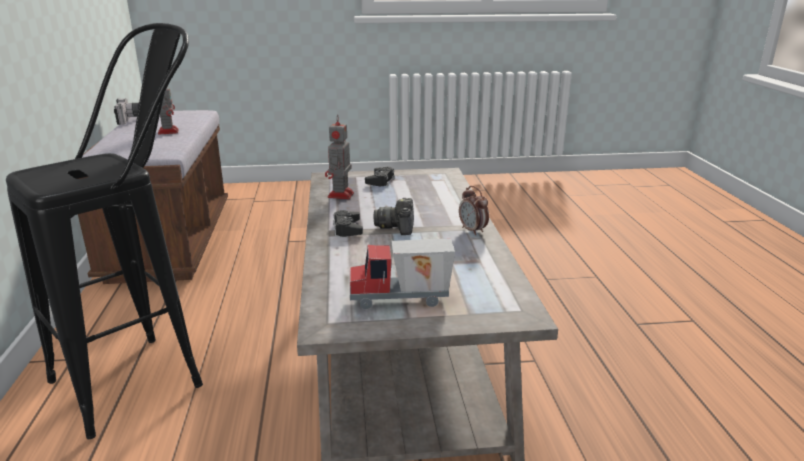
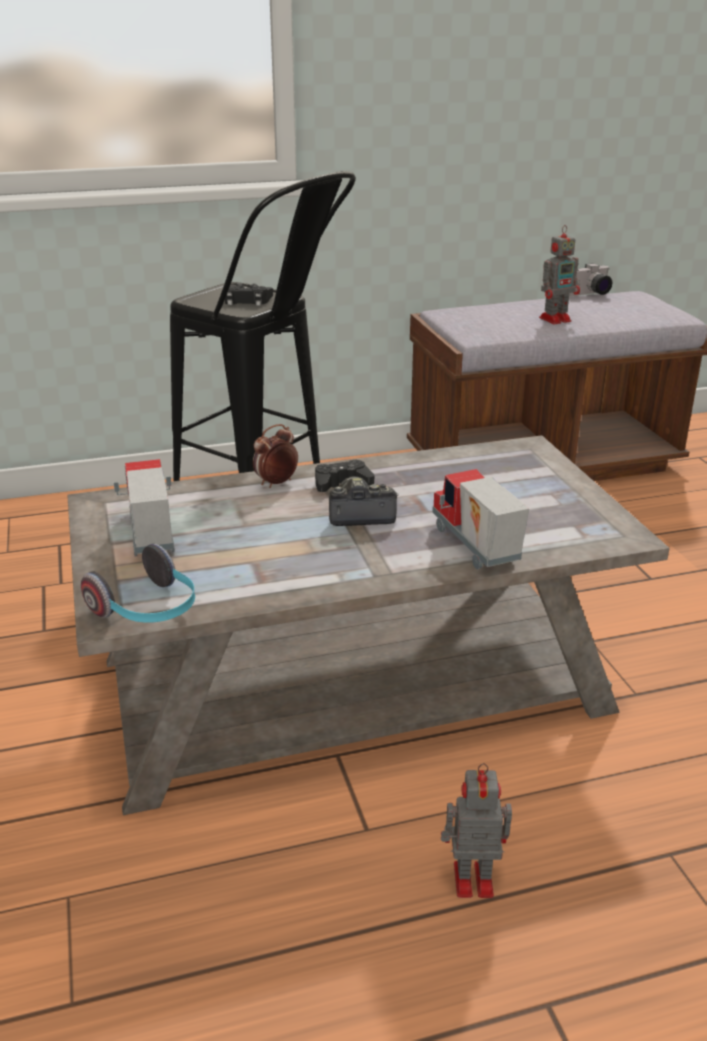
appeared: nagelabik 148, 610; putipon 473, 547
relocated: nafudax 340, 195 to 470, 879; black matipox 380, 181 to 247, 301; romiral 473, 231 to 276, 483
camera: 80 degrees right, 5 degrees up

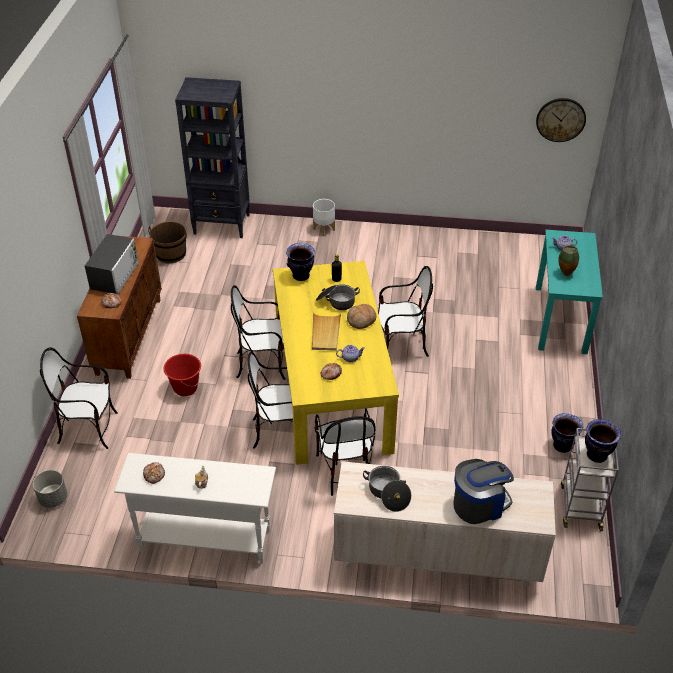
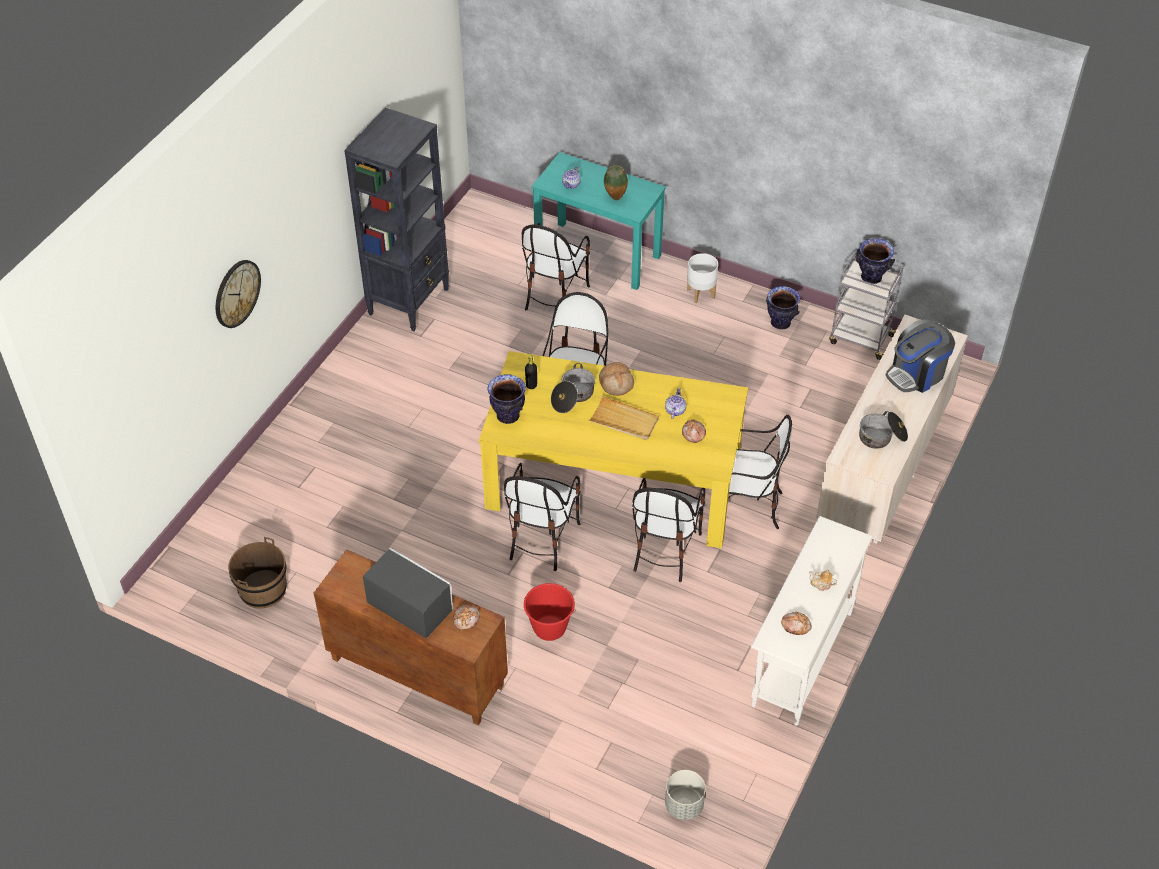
relocated: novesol 89, 429 to 555, 296; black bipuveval 222, 225 to 409, 301; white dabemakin 324, 229 to 700, 293; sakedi 560, 119 to 236, 293
spun: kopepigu 479, 504 = 916, 374 120 degrees counterclockwise
camera: 70 degrees left, 5 degrees up

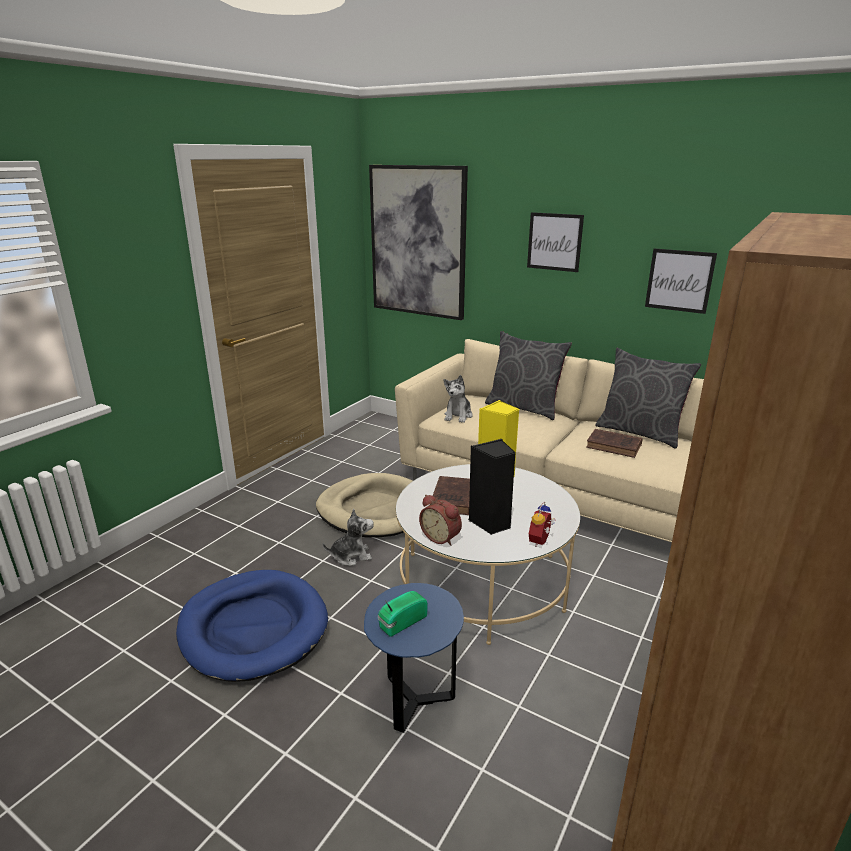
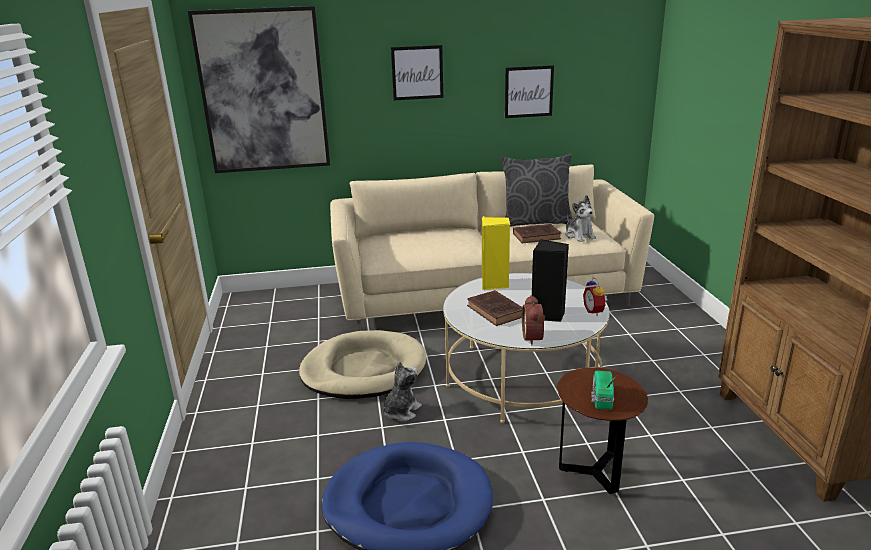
missing: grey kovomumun 524, 407
relocated: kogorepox 458, 416 to 579, 236
colour: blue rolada 414, 702 to brown rolada 594, 472
spun: romiral 441, 537 = 534, 338 90 degrees clockwise
camera: 40 degrees left, 0 degrees up

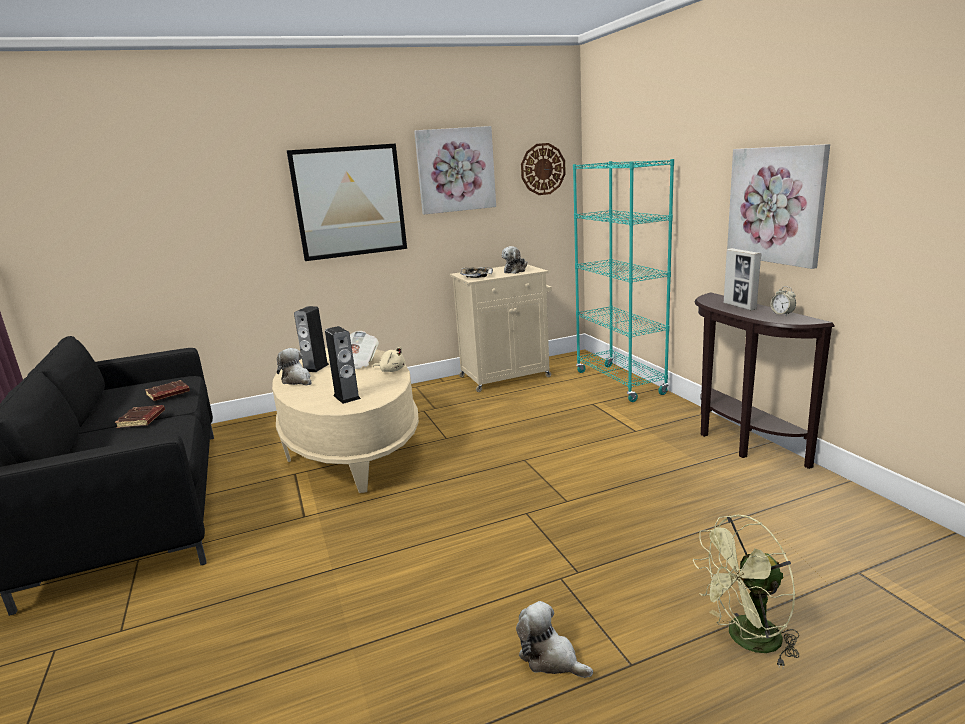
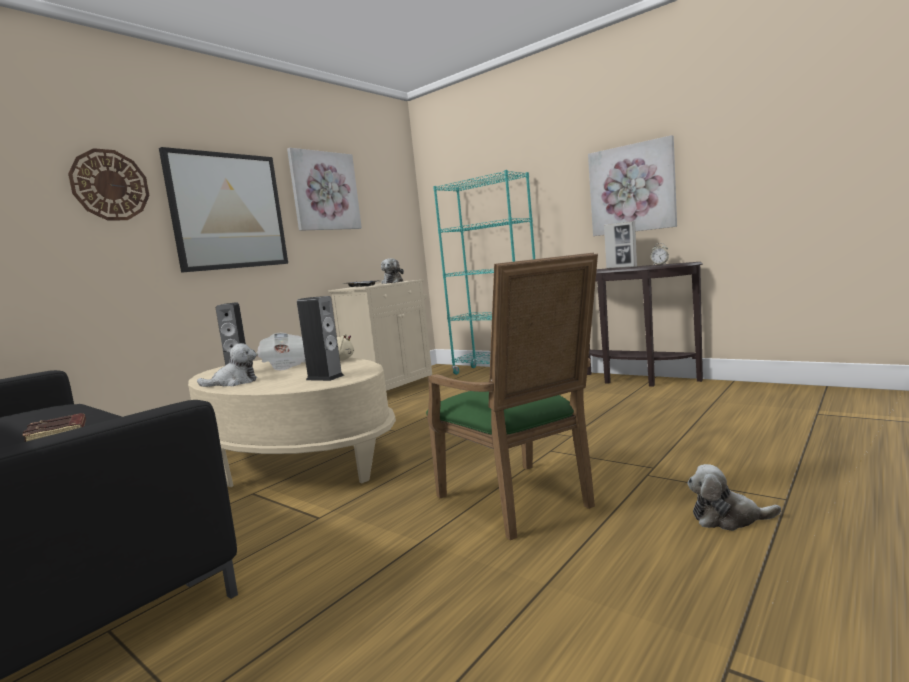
missing: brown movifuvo 168, 394; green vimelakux 746, 640
appeared: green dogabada 522, 503
relocated: sakedi 543, 169 to 110, 185
spun: kogorepox 297, 380 = 234, 383 150 degrees clockwise
camera: 30 degrees left, 10 degrees down

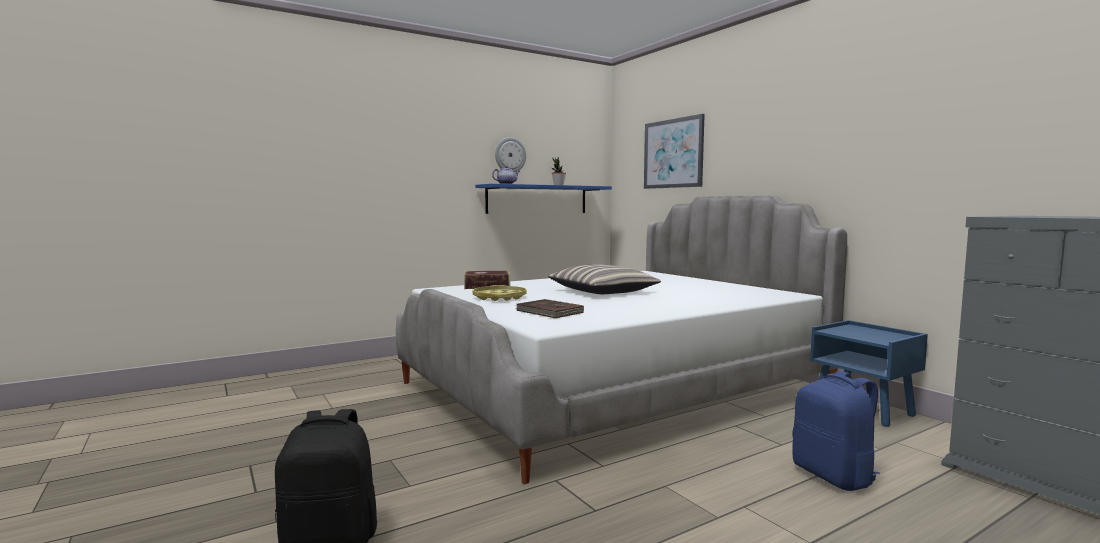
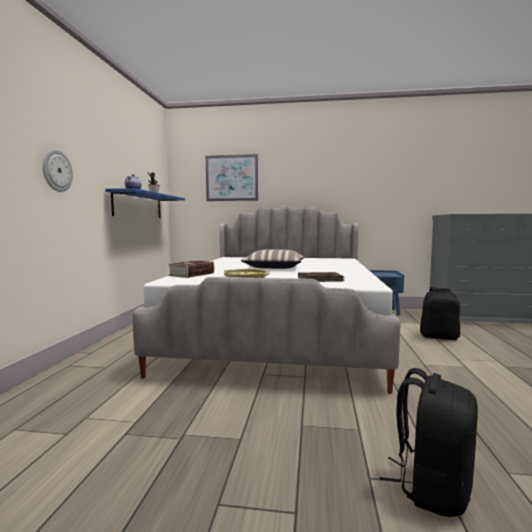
relocated: sakedi 510, 155 to 57, 171
colour: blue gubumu 834, 476 to black gubumu 439, 337
camera: 50 degrees left, 0 degrees up

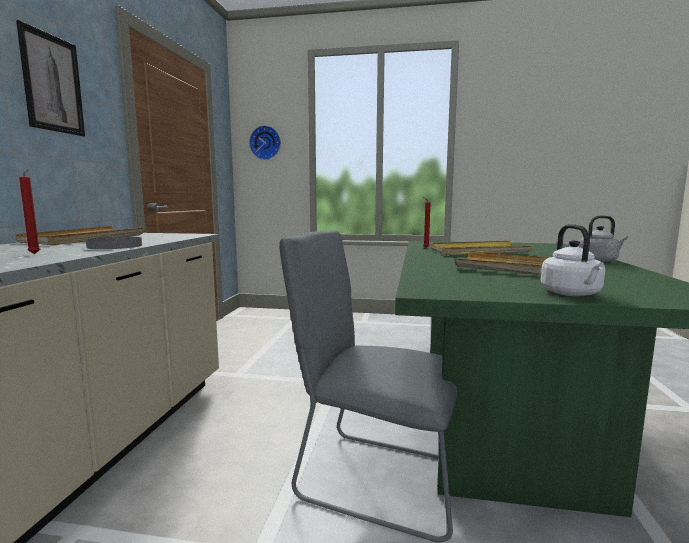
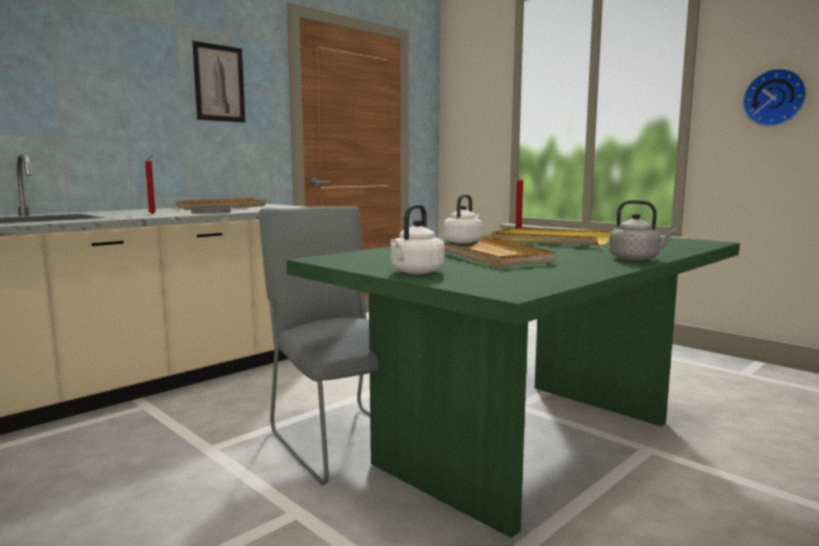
appeared: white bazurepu 463, 242
relocated: sakedi 265, 143 to 775, 98
camera: 35 degrees right, 0 degrees up

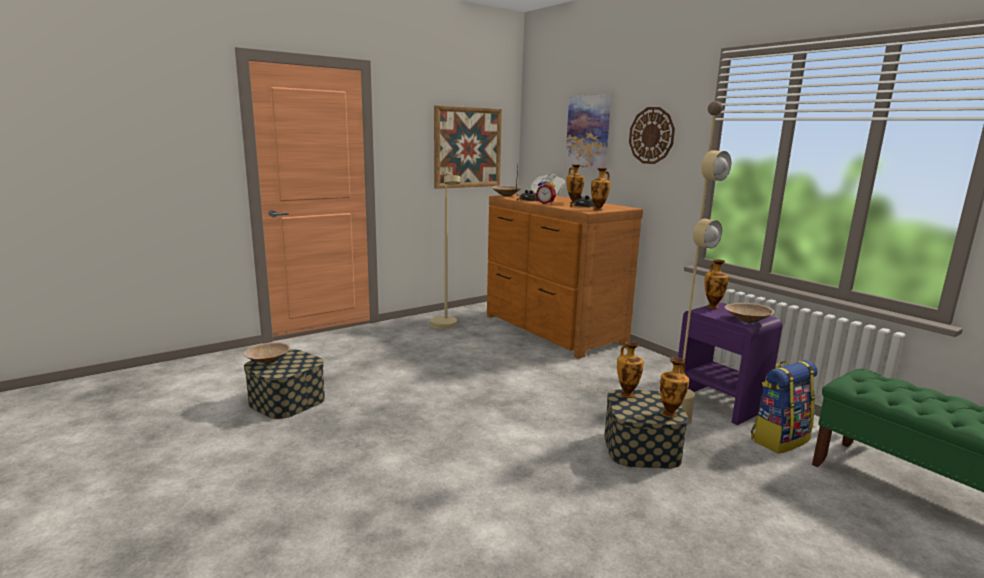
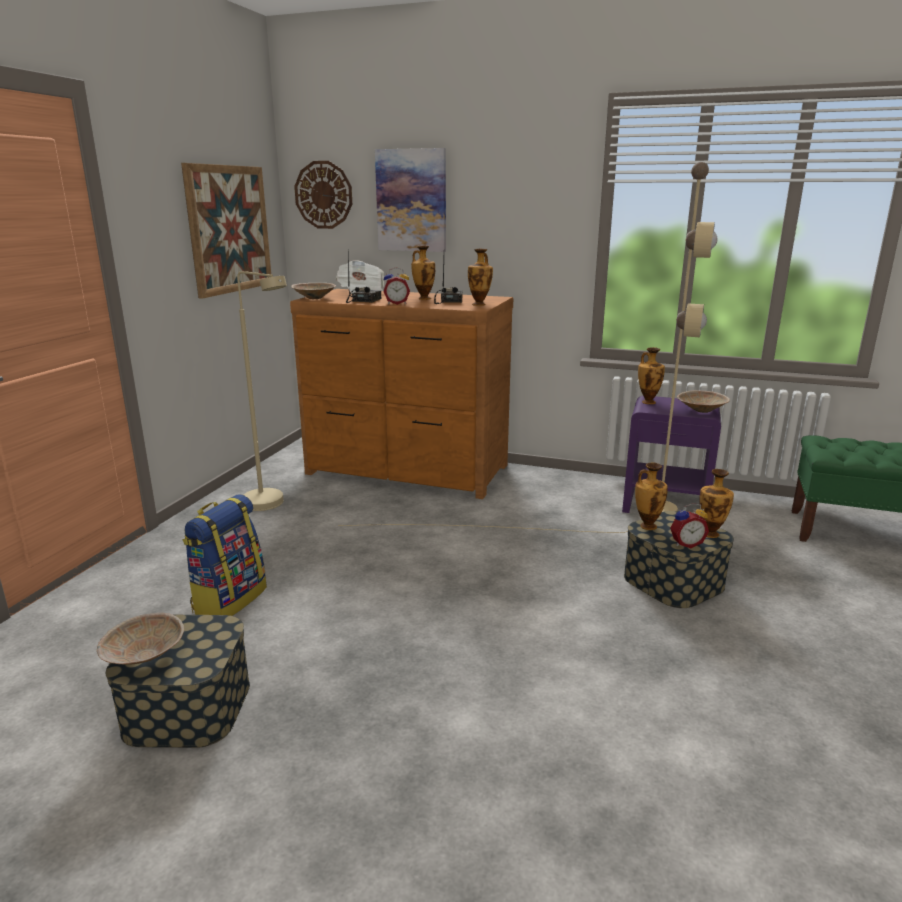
appeared: romiral 686, 543
relocated: sakedi 651, 135 to 323, 195; gubumu 779, 439 to 229, 599
camera: 35 degrees left, 5 degrees up

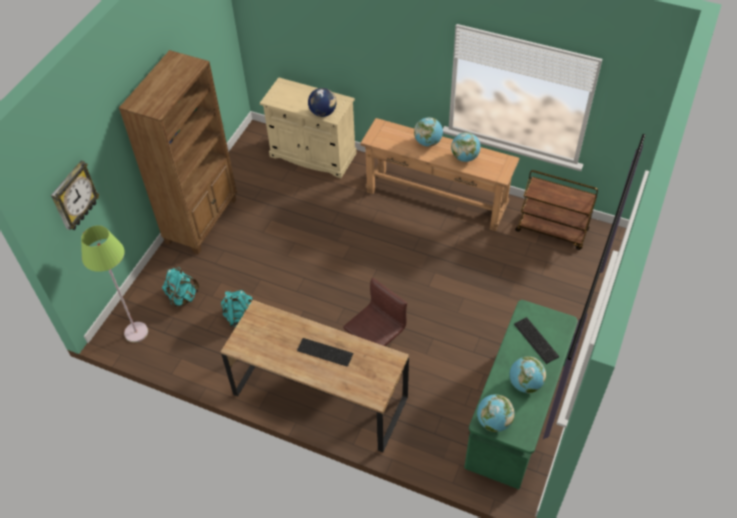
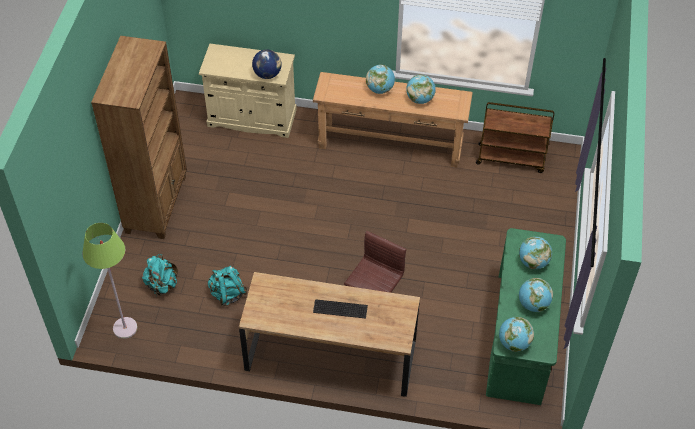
missing: sakedi 74, 197
exchanged: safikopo 536, 339 to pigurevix 533, 262
camera: 15 degrees left, 0 degrees up

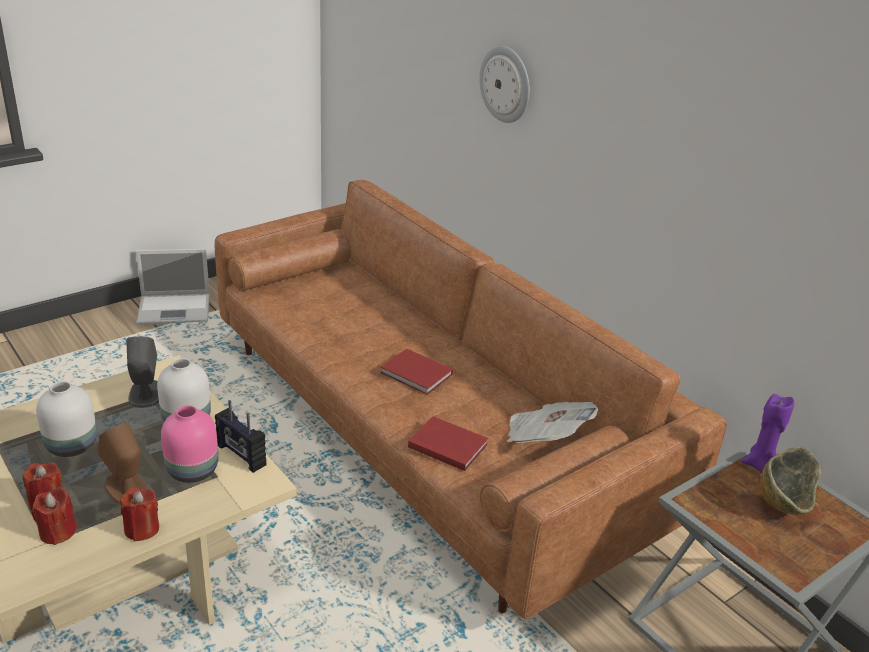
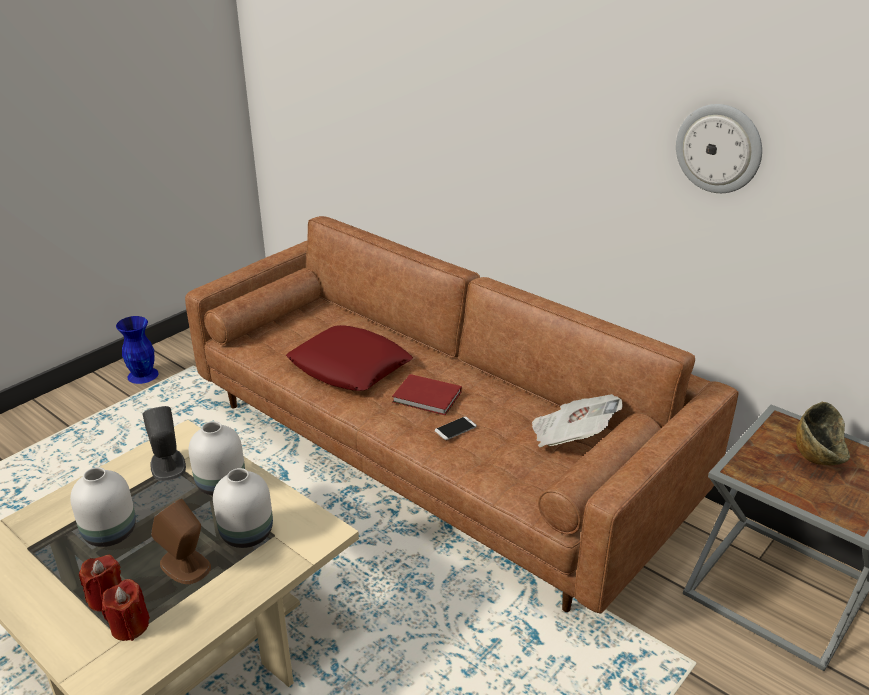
missing: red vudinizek 142, 529; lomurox 240, 455; red movifuvo 446, 444; purple vudinizek 759, 464
appeared: red kovomumun 350, 367; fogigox 455, 429
relocated: sakedi 506, 84 to 719, 148
exchanged: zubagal 176, 309 to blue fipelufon 143, 375
colour: pink fipelufon 193, 469 to white fipelufon 247, 533
camera: 10 degrees left, 0 degrees up

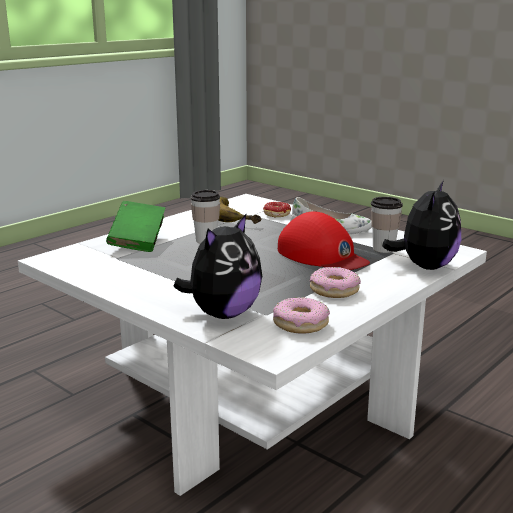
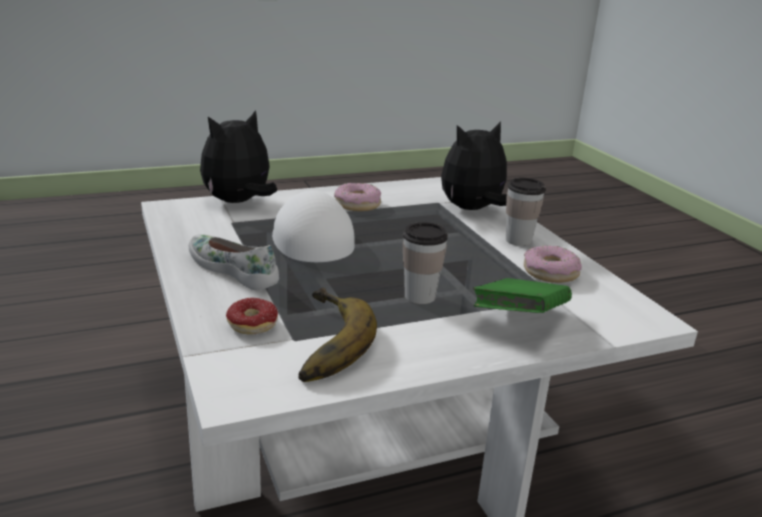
relocated: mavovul 300, 323 to 550, 272; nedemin 383, 249 to 518, 240
colour: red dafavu 322, 255 to white dafavu 311, 237
camera: 155 degrees left, 5 degrees up

